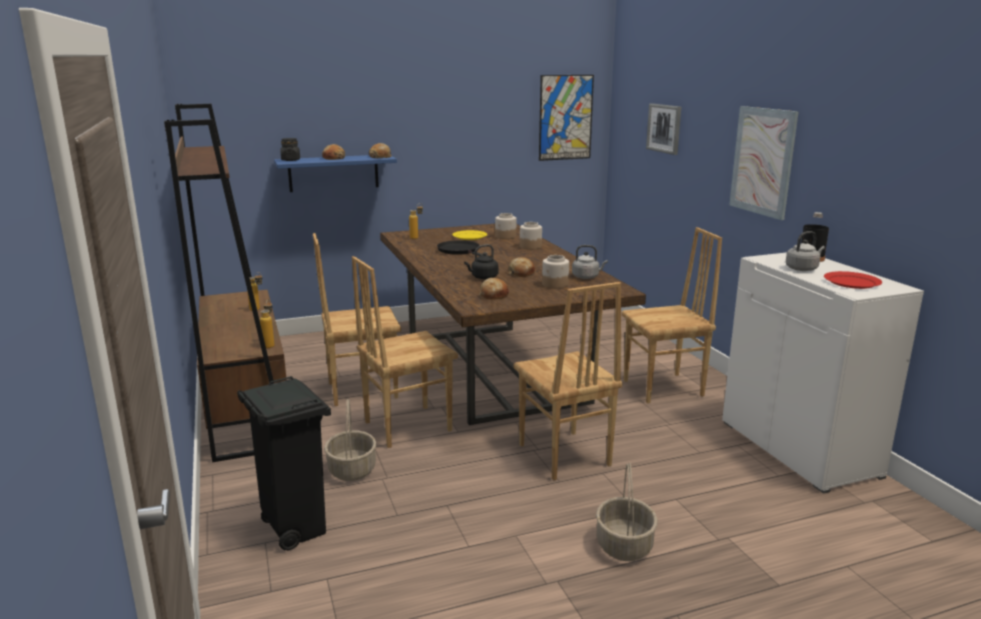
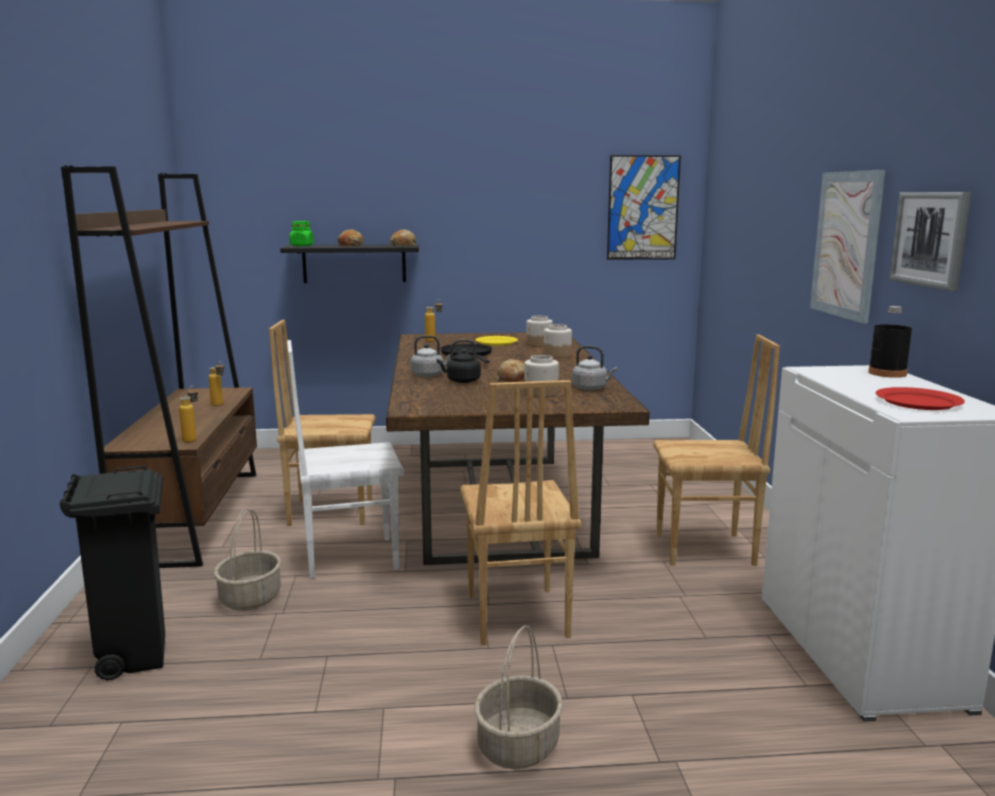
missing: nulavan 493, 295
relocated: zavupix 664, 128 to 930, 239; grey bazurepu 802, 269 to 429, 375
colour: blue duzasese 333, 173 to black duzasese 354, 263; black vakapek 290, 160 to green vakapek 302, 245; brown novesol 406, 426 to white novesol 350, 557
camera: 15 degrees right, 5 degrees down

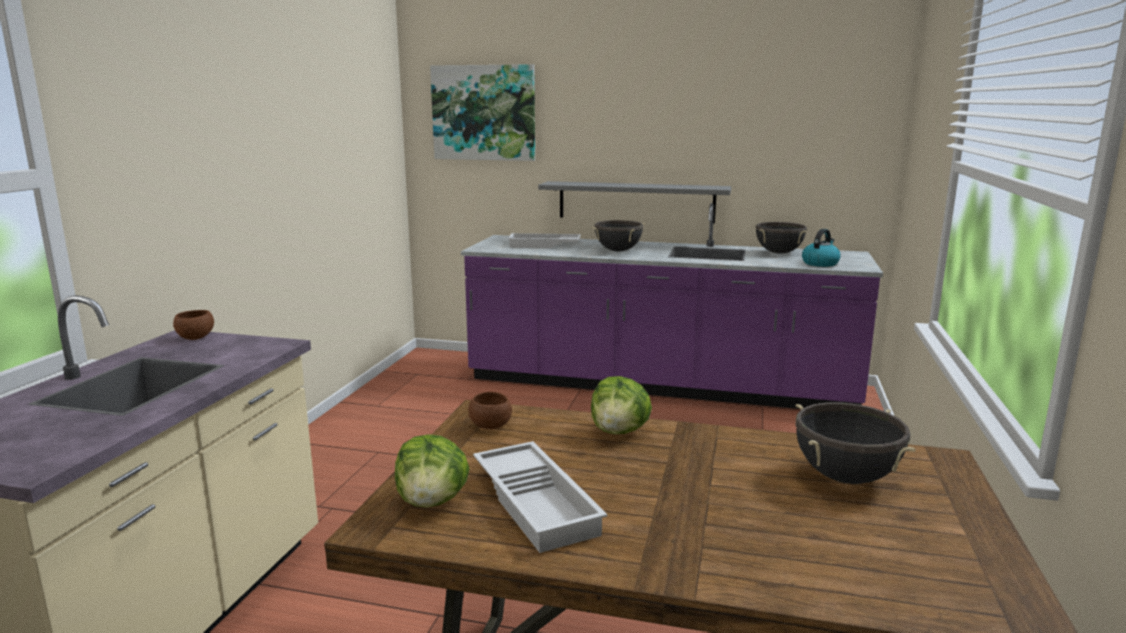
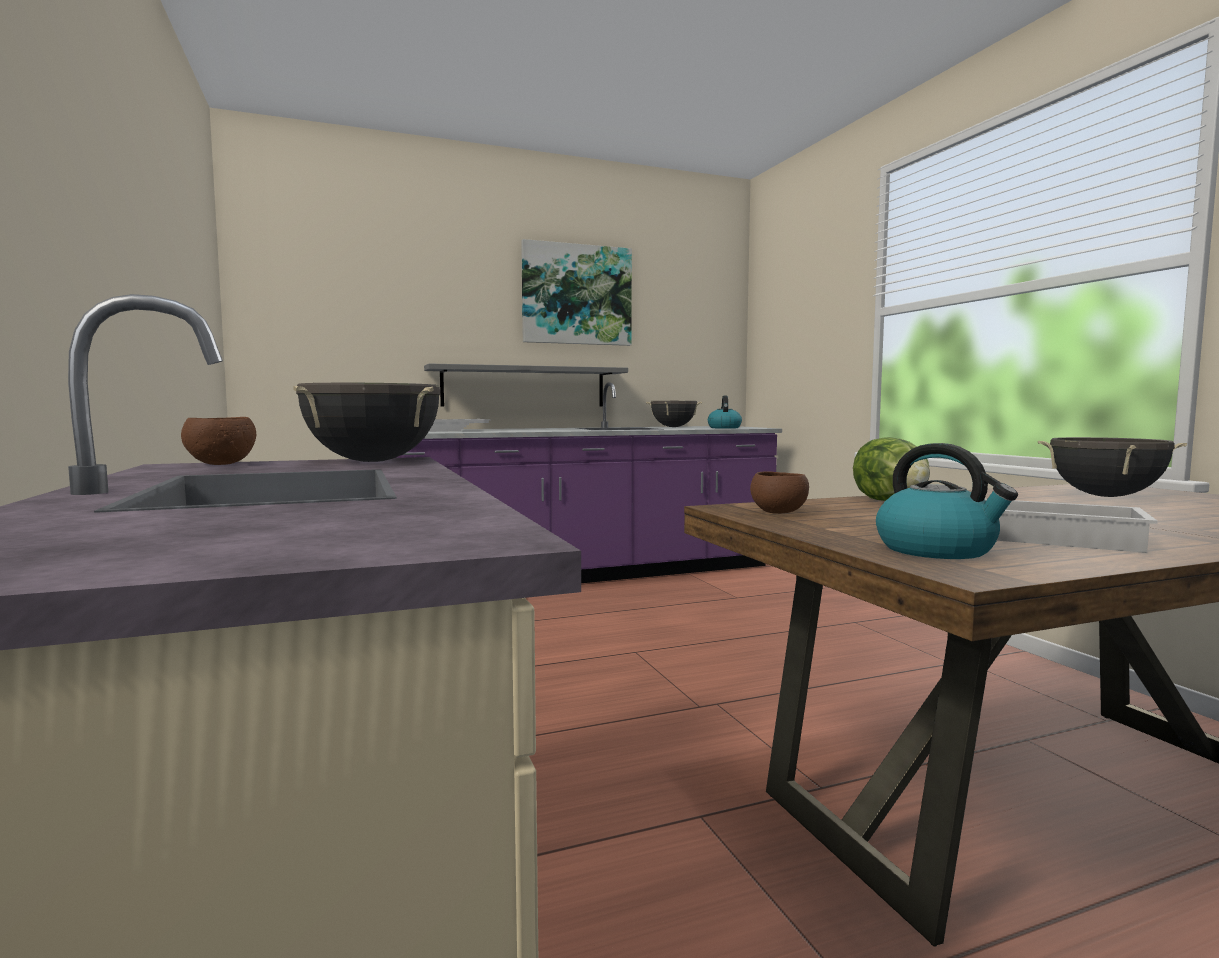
relocated: zavupix 484, 113 to 576, 295; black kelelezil 618, 251 to 373, 461
exchanged: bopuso 432, 502 to bazurepu 937, 550
camera: 35 degrees left, 10 degrees down

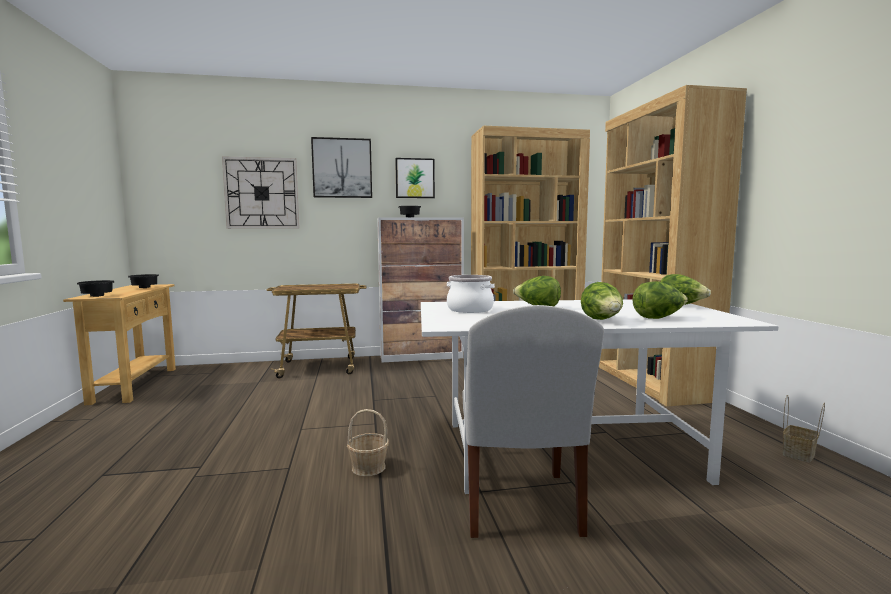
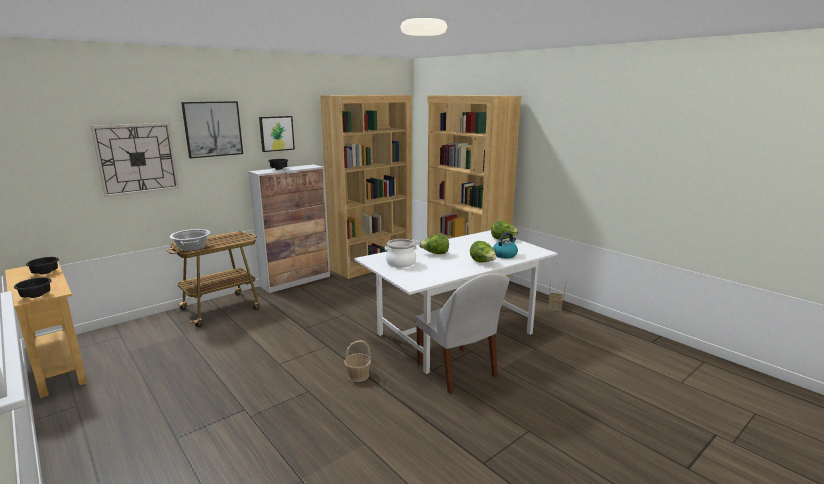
appeared: kelelezil 192, 248
exchanged: bopuso 658, 318 to bazurepu 505, 255
camera: 30 degrees left, 10 degrees up

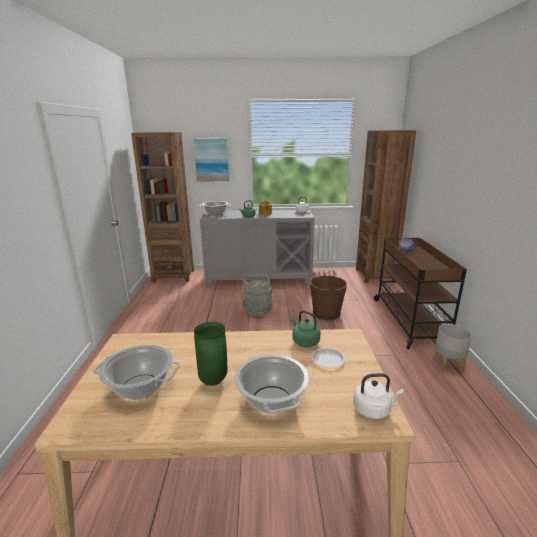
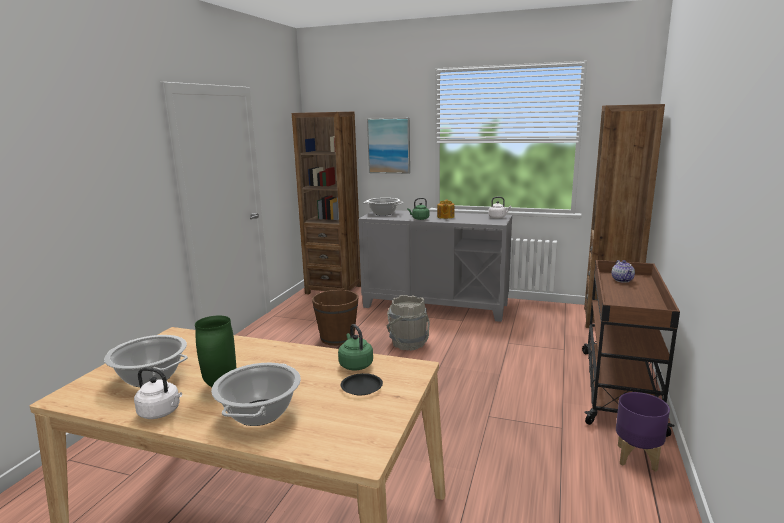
relocated: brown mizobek 326, 313 to 337, 338; white bazurepu 373, 409 to 161, 412
colour: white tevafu 327, 360 to black tevafu 361, 387; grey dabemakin 447, 365 to purple dabemakin 636, 457
camera: 20 degrees right, 5 degrees down

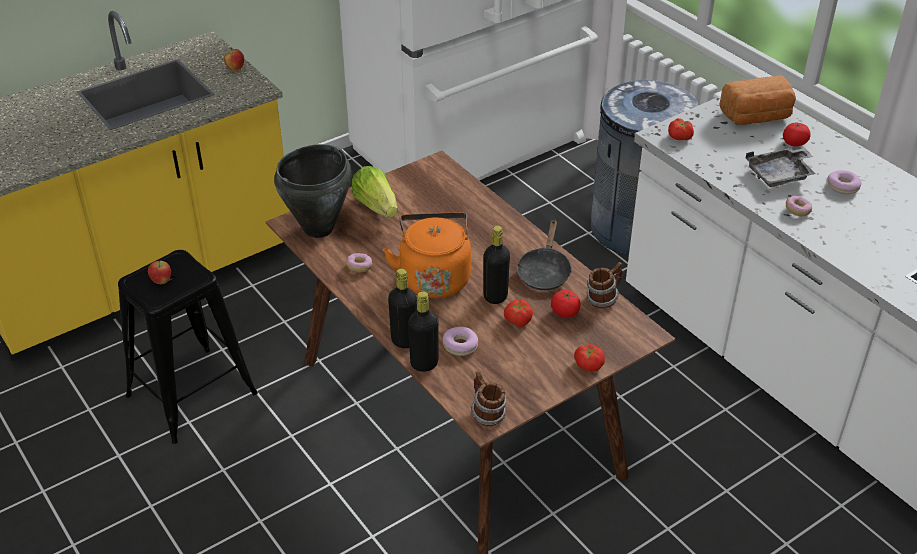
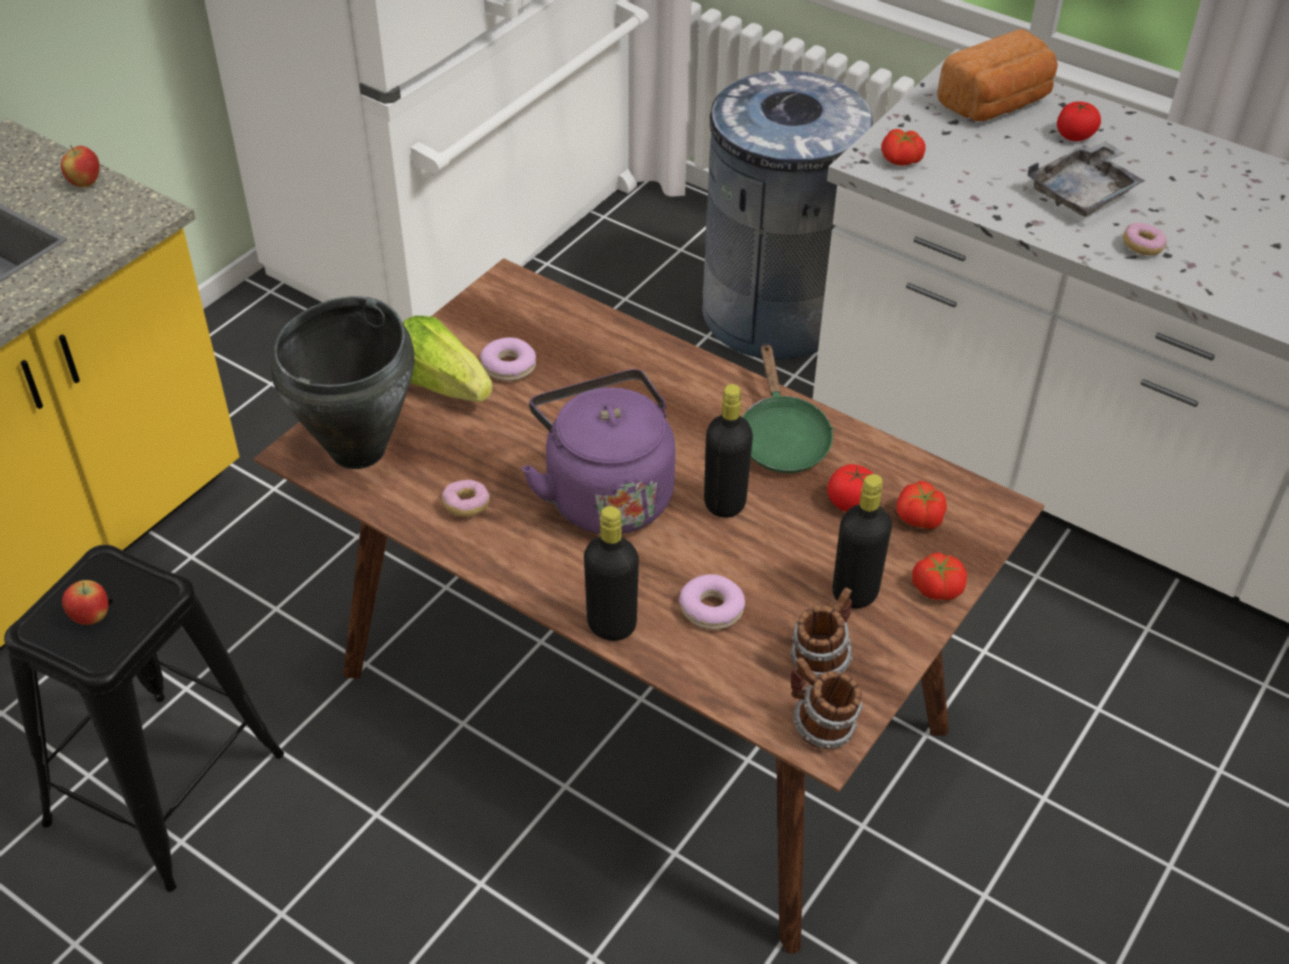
relocated: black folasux 424, 363 to 855, 593; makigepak 518, 320 to 919, 518; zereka 603, 299 to 821, 658; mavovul 843, 186 to 508, 366
colour: orange bazurepu 434, 277 to purple bazurepu 605, 493; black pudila 544, 271 to green pudila 781, 438
camera: 20 degrees left, 5 degrees up

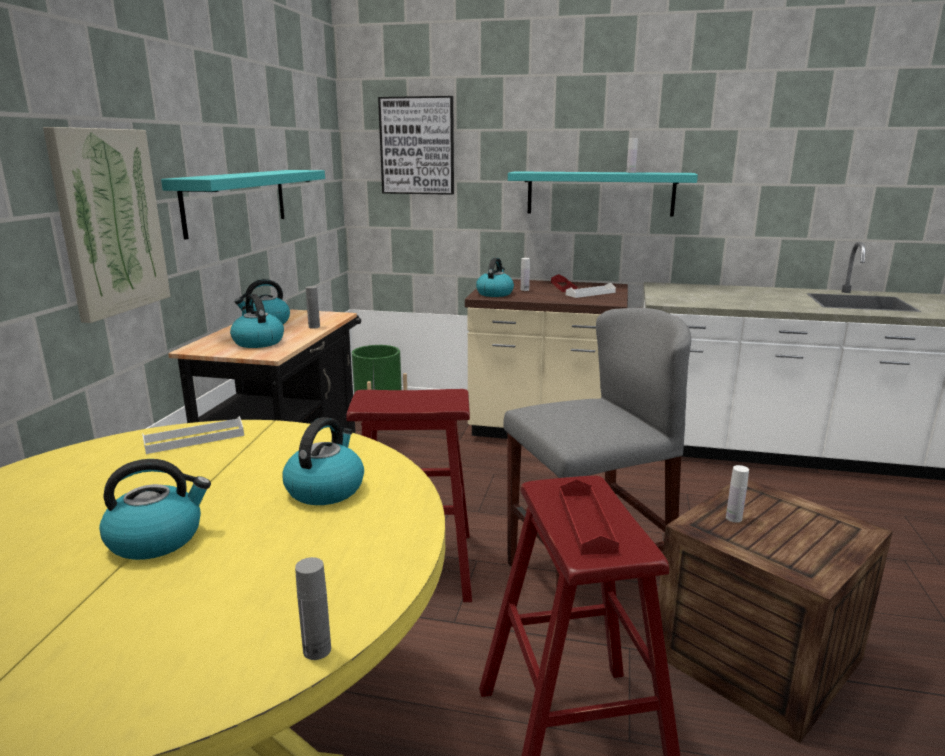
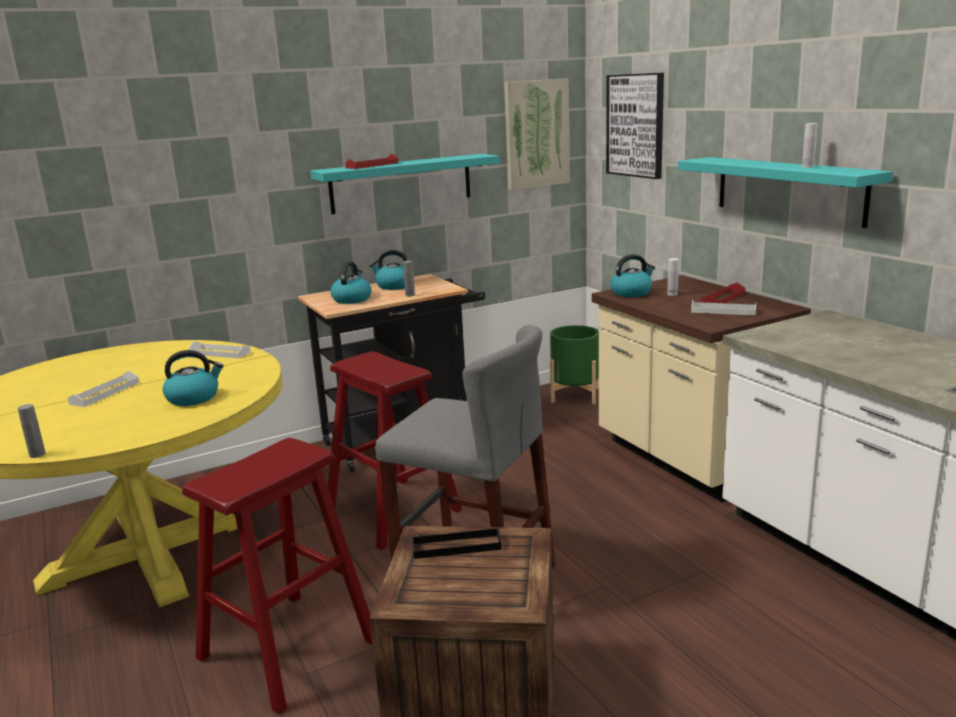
relocated: zavupix 109, 222 to 536, 134; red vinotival 586, 522 to 372, 165
exchanged: bazurepu 157, 538 to white vinotival 105, 393; white folasux 733, 518 to black vinotival 456, 546
camera: 50 degrees right, 0 degrees up

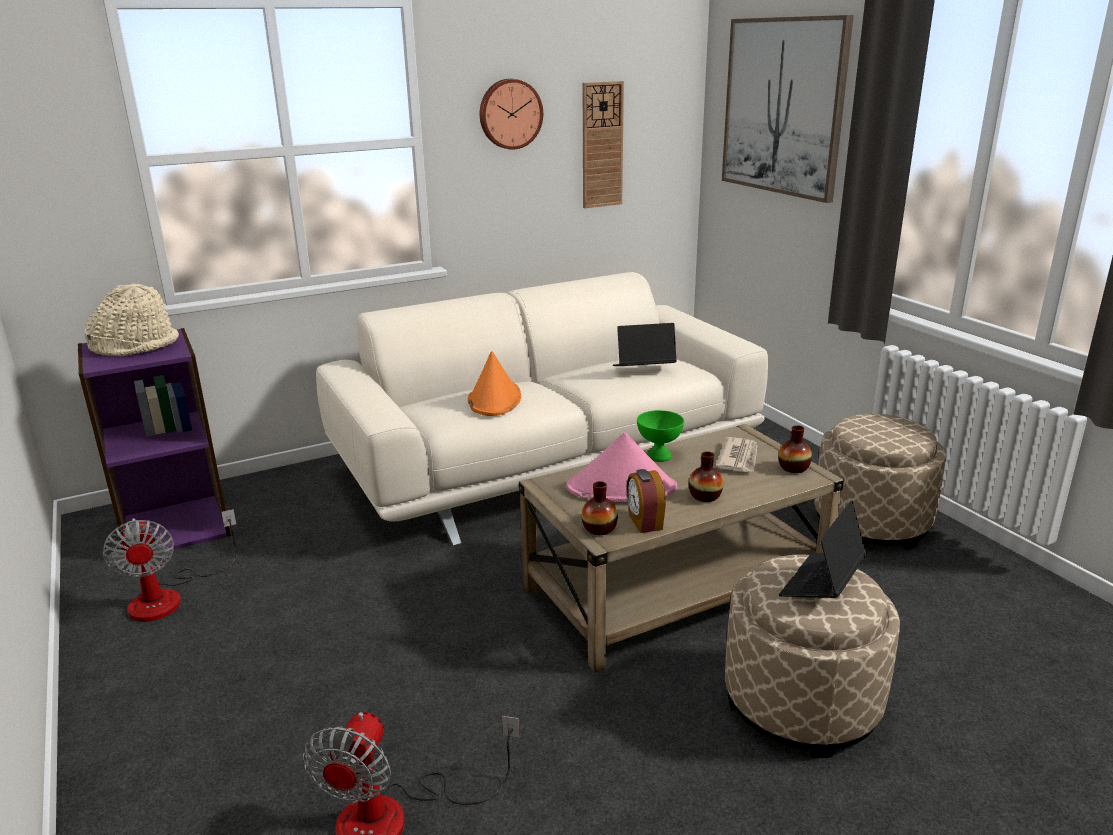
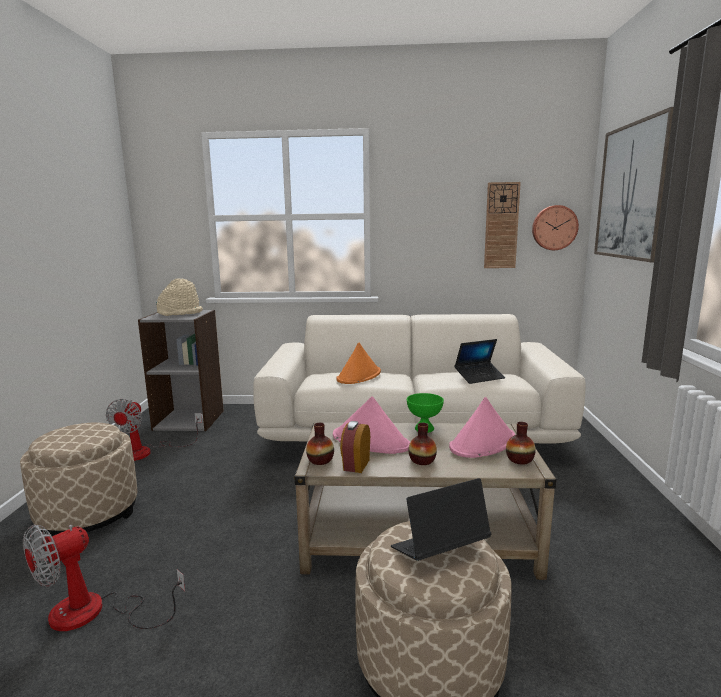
relocated: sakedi 510, 114 to 554, 228; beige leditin 871, 522 to 88, 513
exchanged: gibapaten 739, 458 to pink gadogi 483, 443
colour: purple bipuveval 175, 526 to grey bipuveval 189, 420
spun: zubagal 643, 370 = 479, 377 135 degrees clockwise
camera: 30 degrees right, 10 degrees down

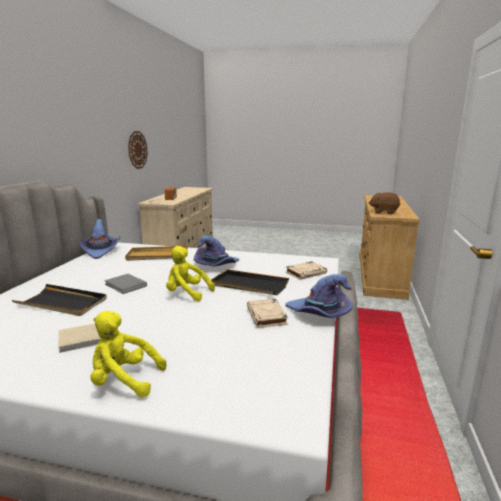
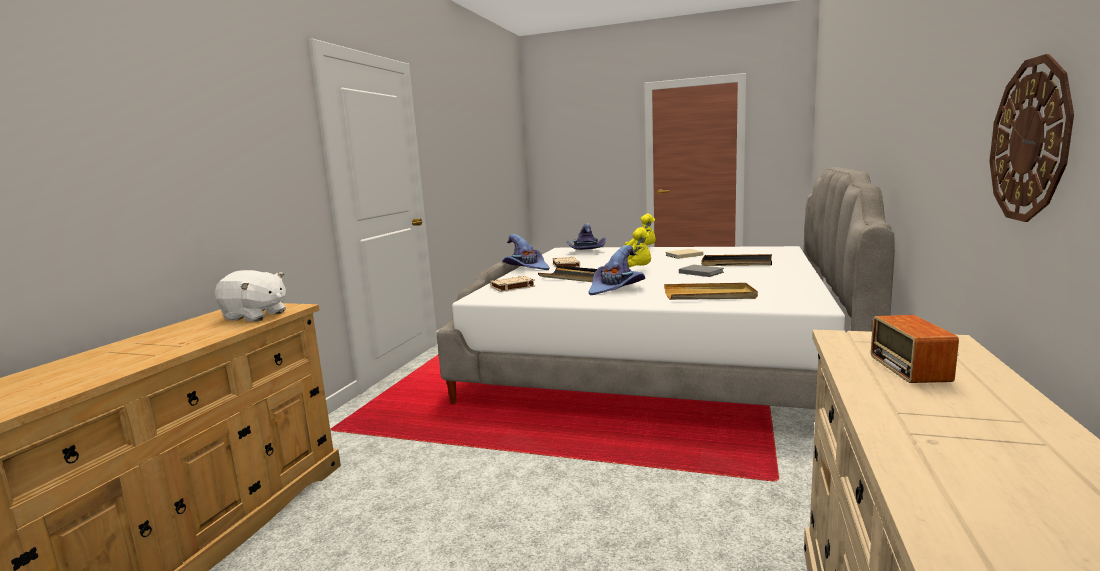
relocated: purple gadogi 101, 251 to 585, 252
colour: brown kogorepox 384, 212 to white kogorepox 255, 316
camera: 175 degrees left, 5 degrees down

